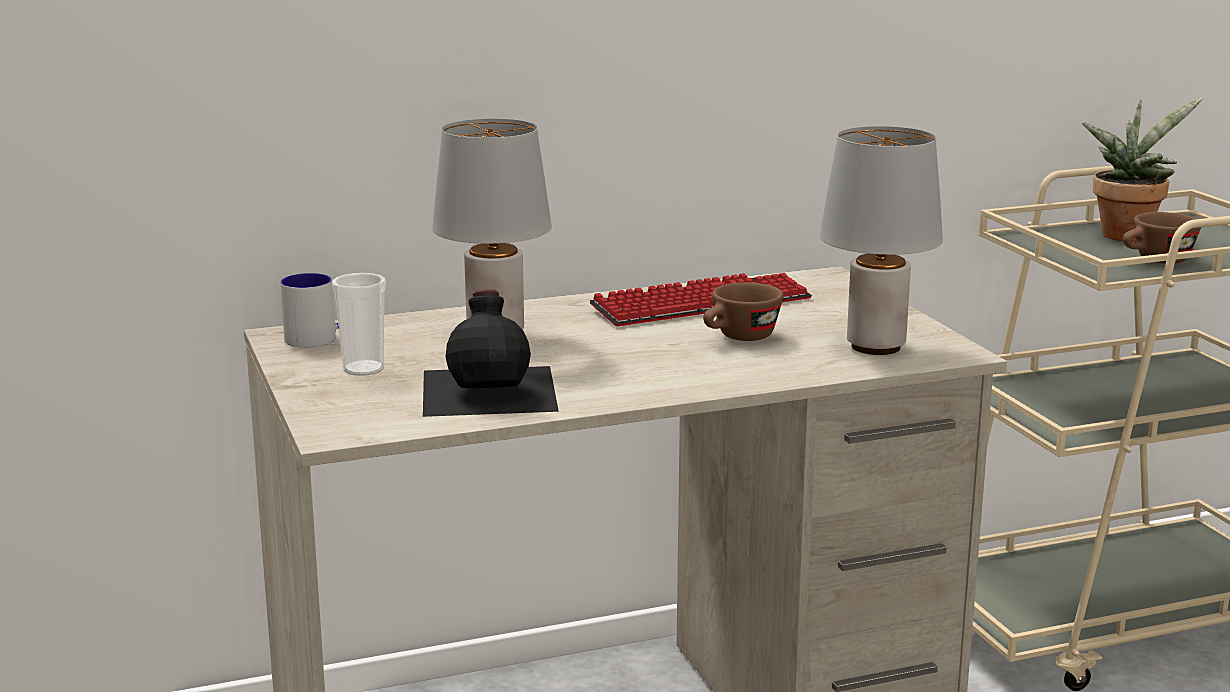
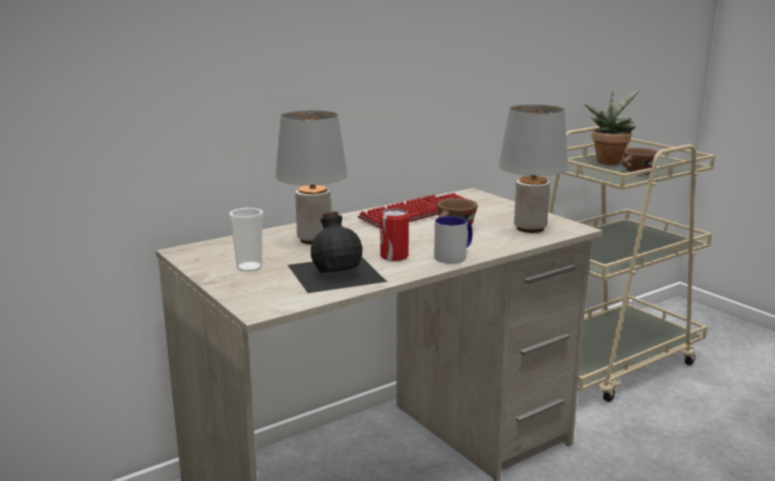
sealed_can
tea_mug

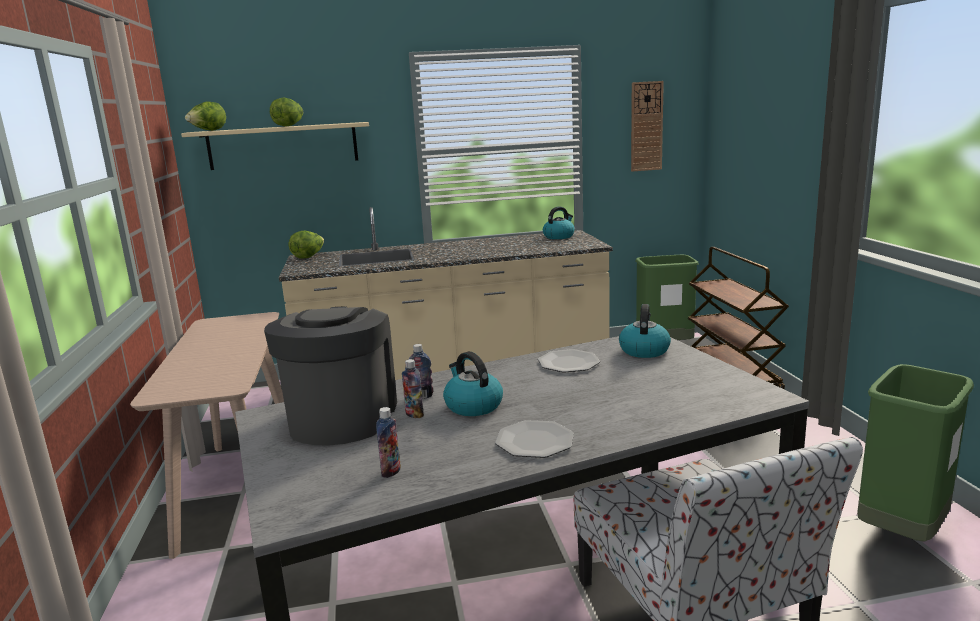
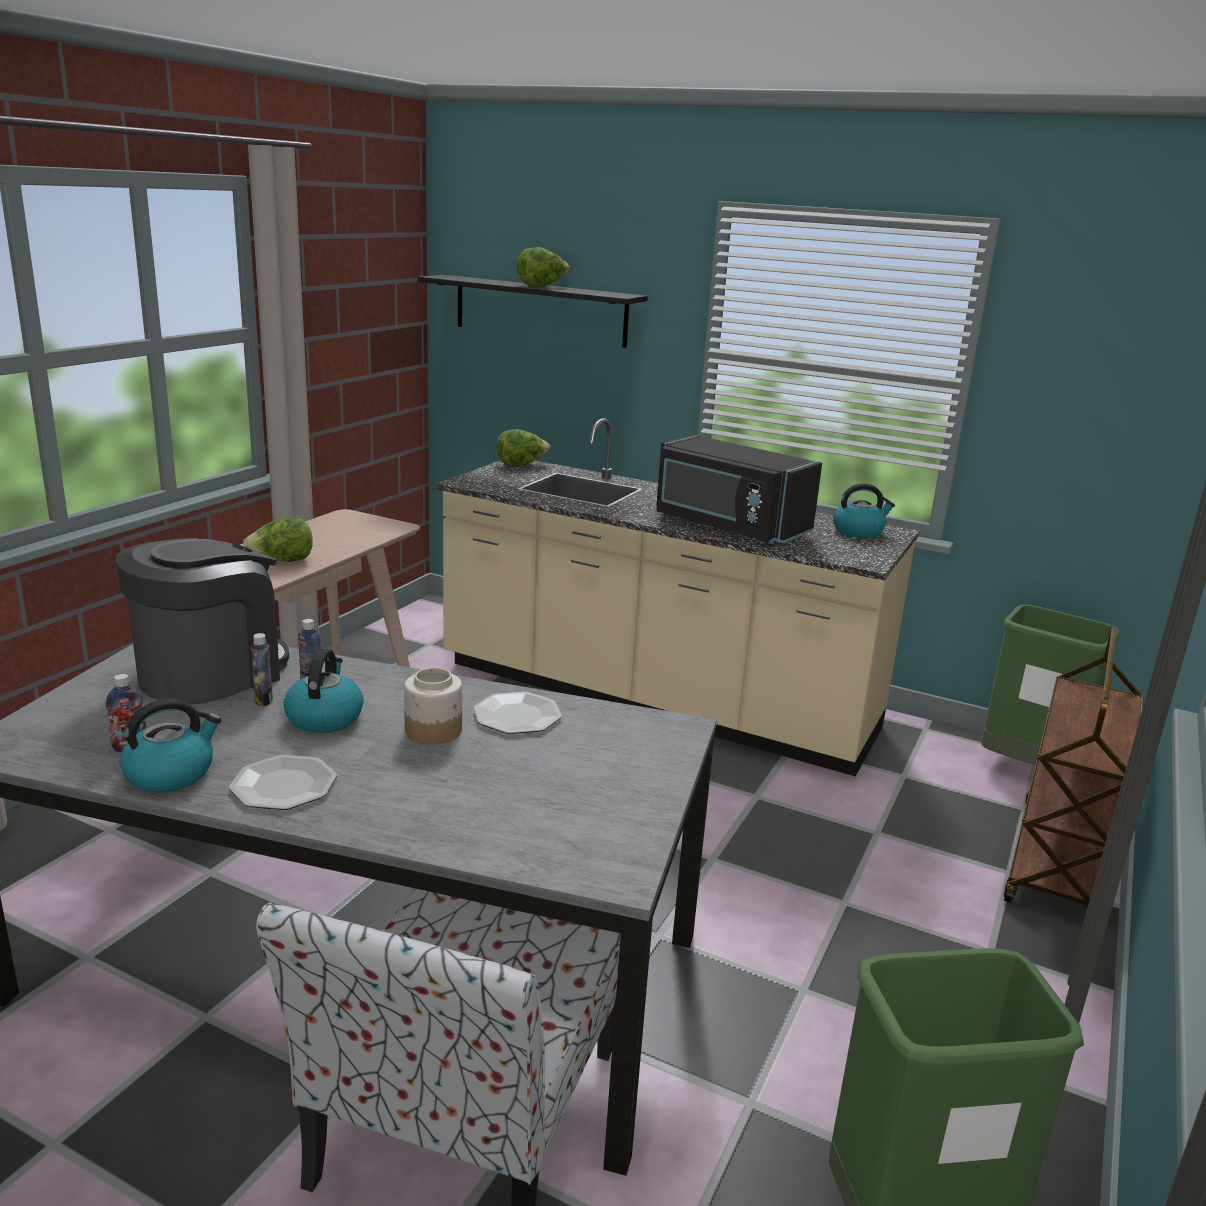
tea_kettle (no. 1 from left)
lettuce (no. 1 from left)
jar
blackish_wall_shelf
blackish_kitchen_microwave
hanging_clock

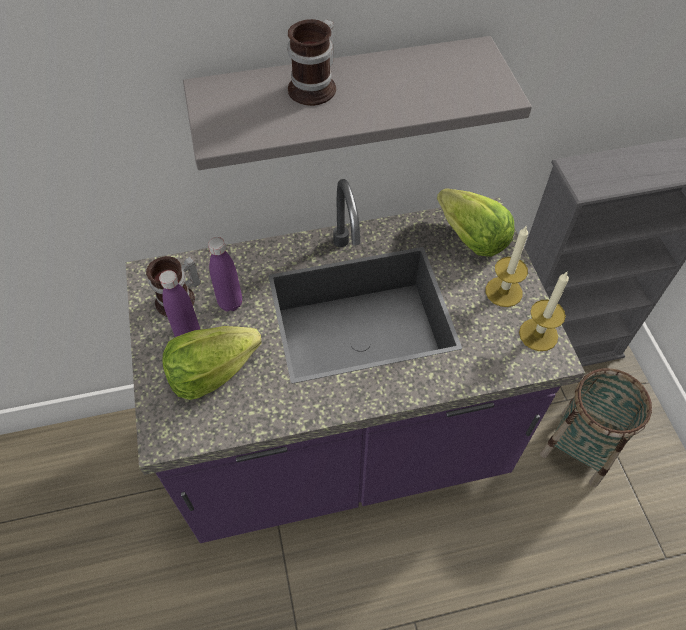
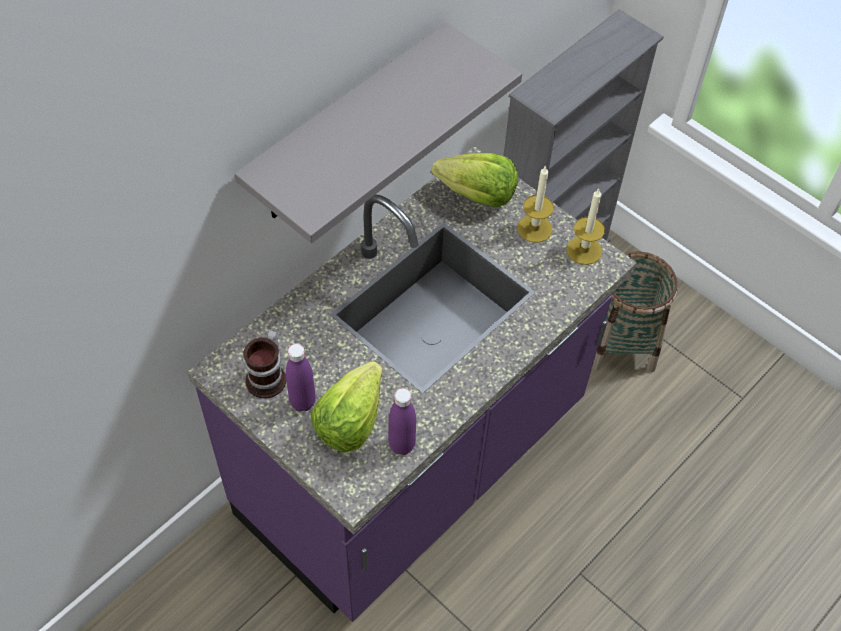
purple-coloured_bottle (no. 2 from left)
tea_mug (no. 2 from left in the first image)

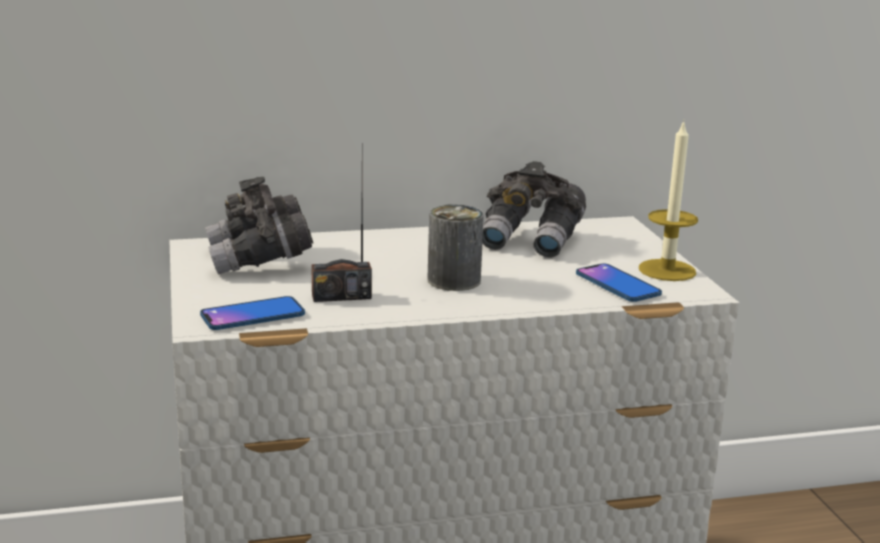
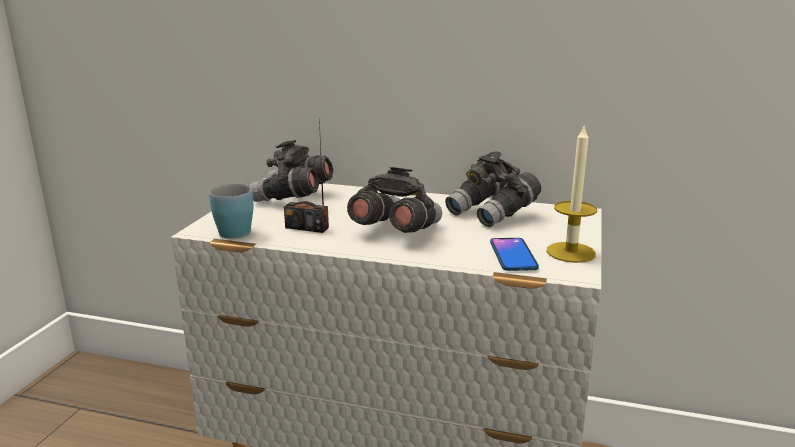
bluish_tea_mug
greyish_pair_of_binoculars (no. 2 from left)

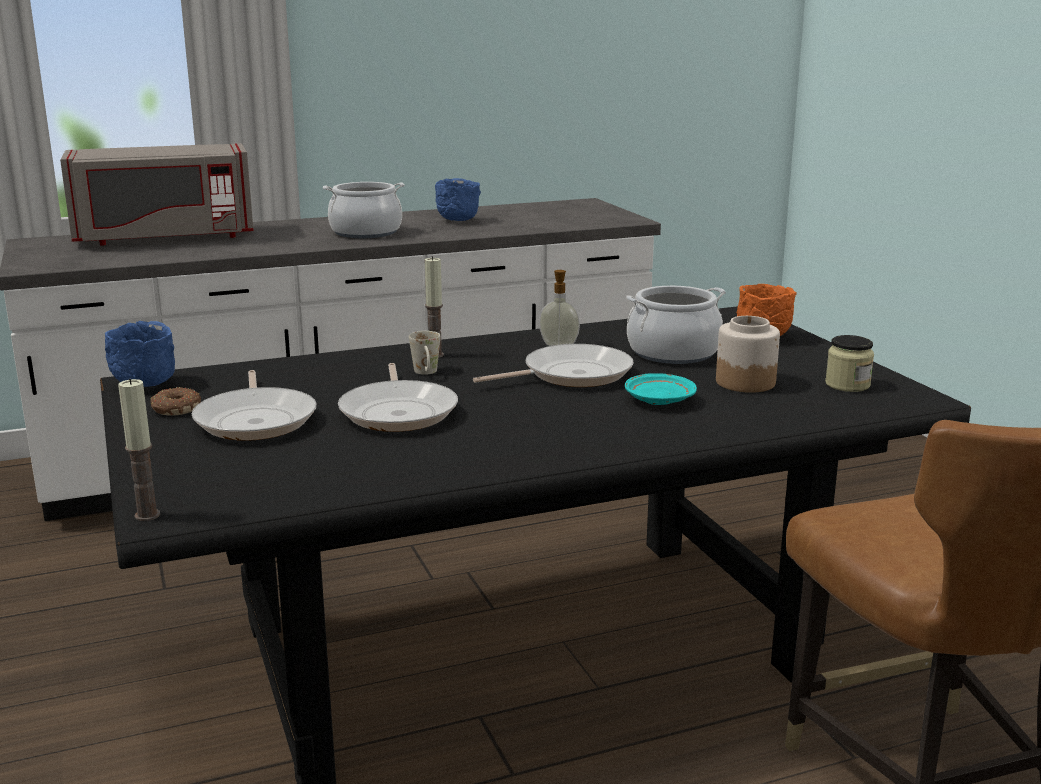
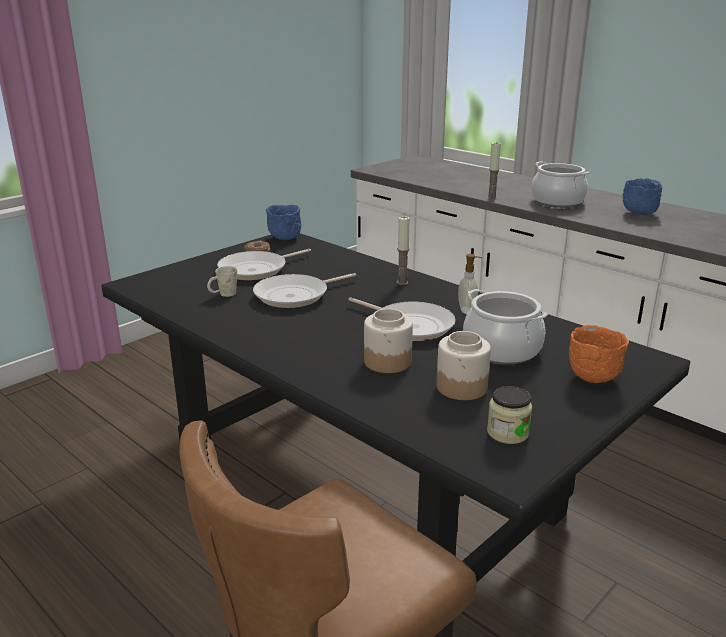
white_tea_mug
jar (no. 1 from left)
wax_light (no. 2 from left)
greyish_kitchen_microwave

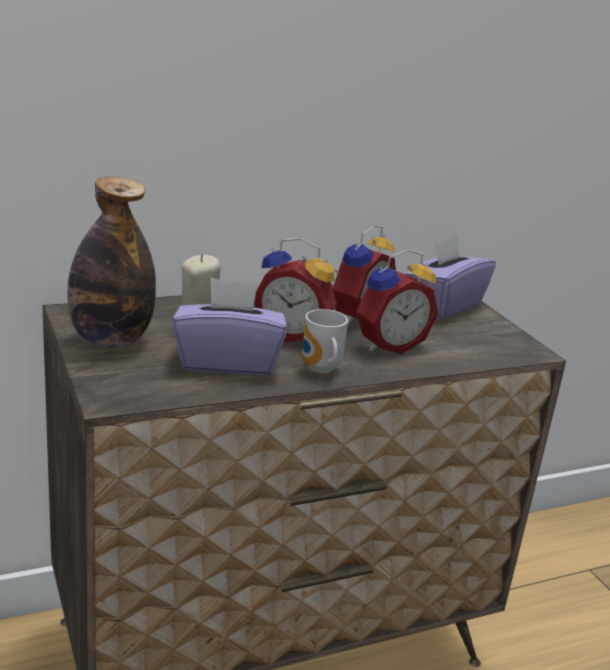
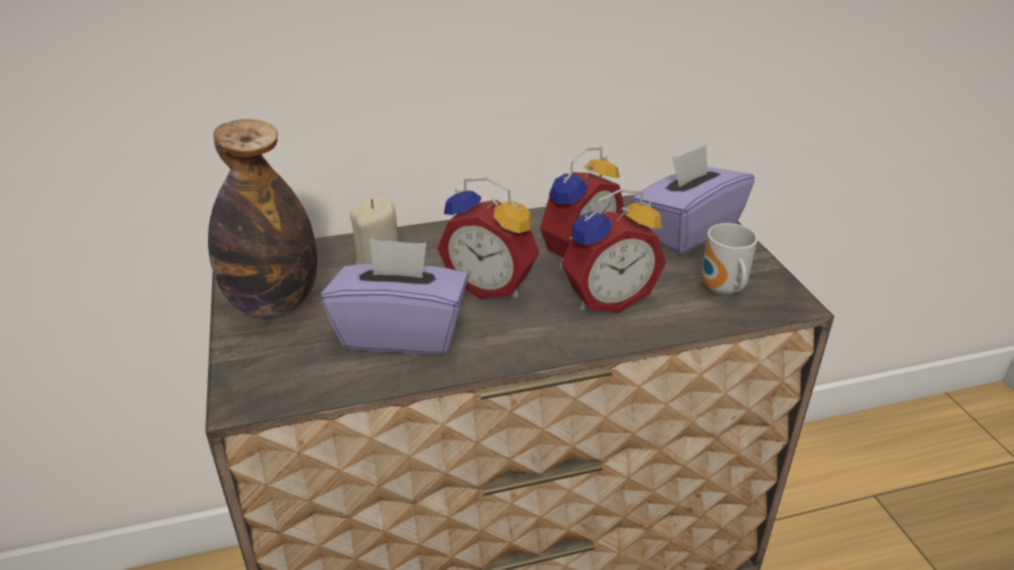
tea_mug

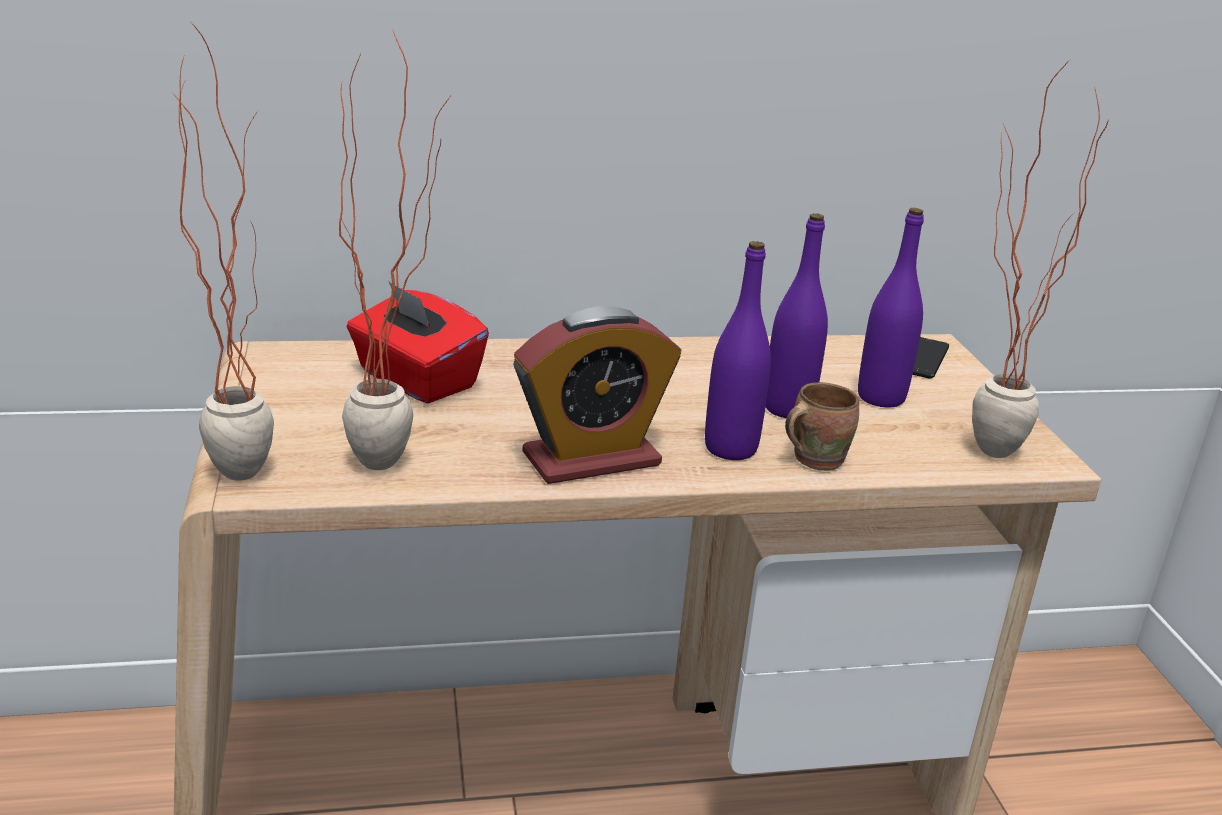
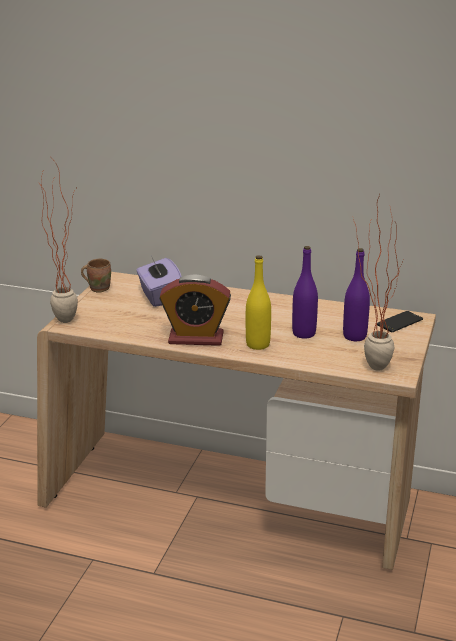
brownish_tea_mug
purple-coloured_box_of_tissues
yellow_bottle
houseplant (no. 2 from left in the first image)

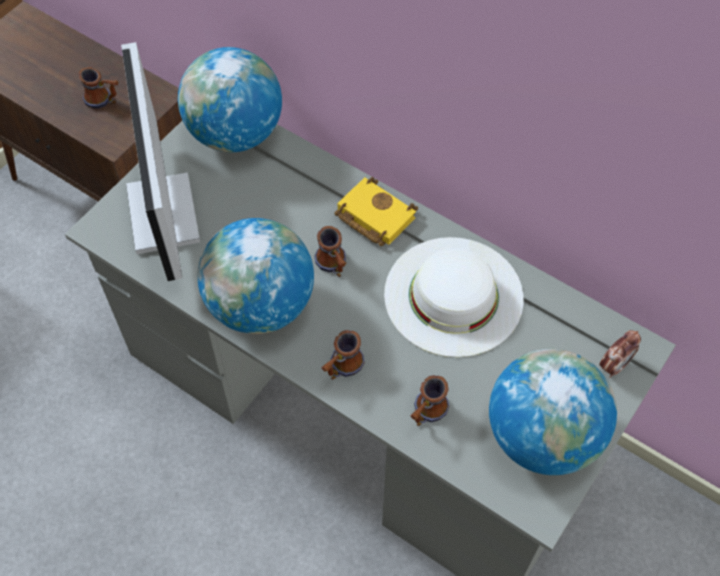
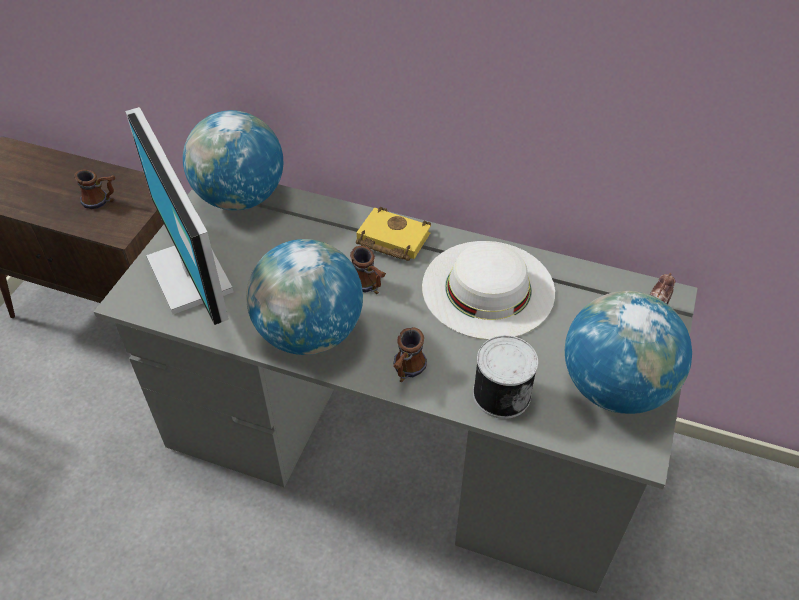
sealed_can

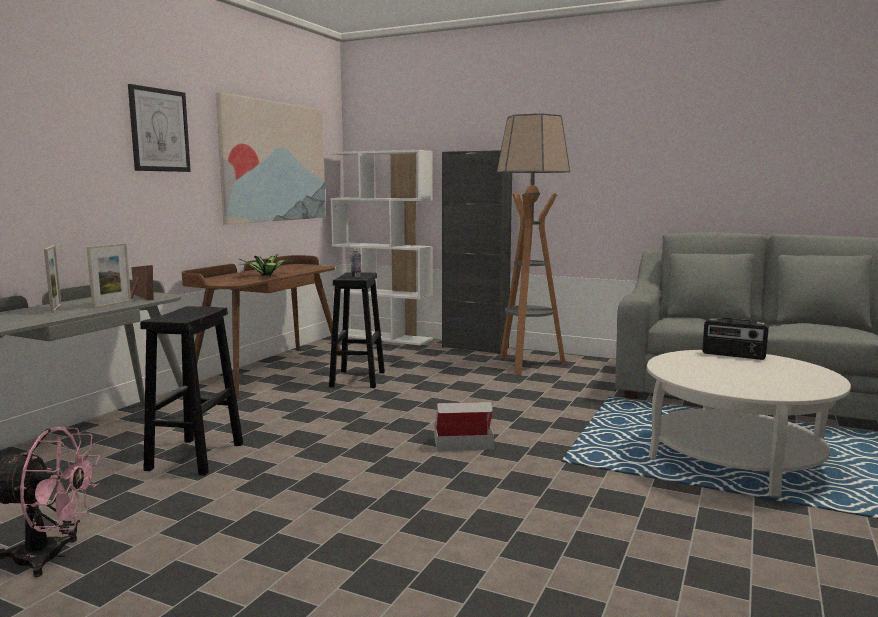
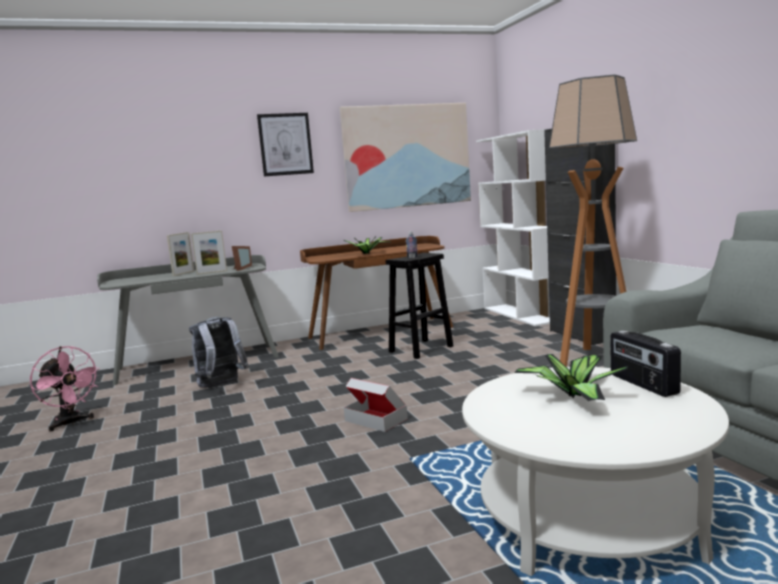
greyish_knapsack
houseplant (no. 2 from left)

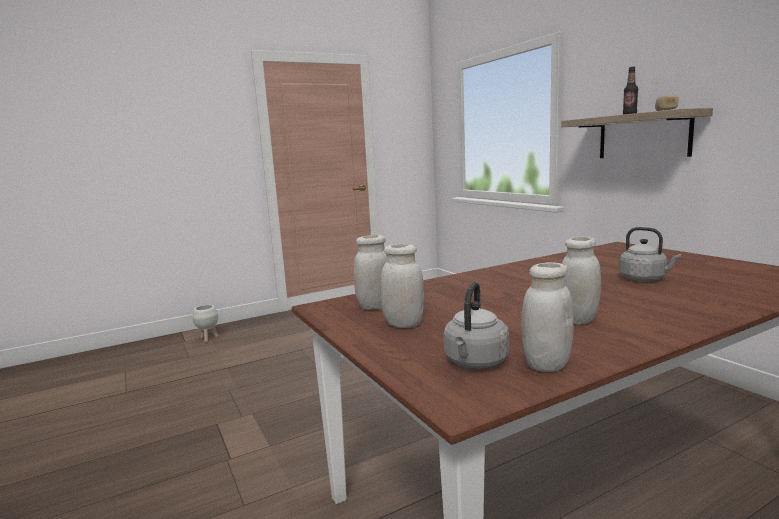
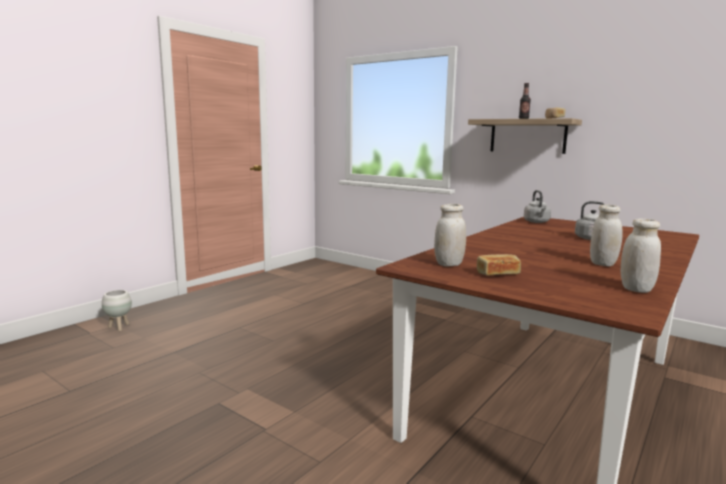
bakery_bread (no. 1 from left)
greyish_tea_kettle (no. 1 from left)

